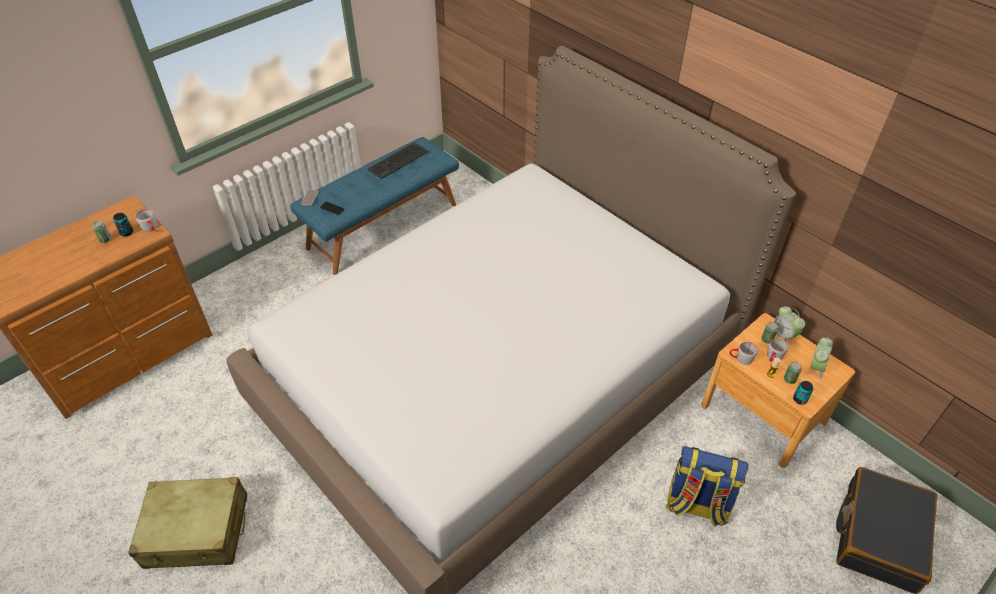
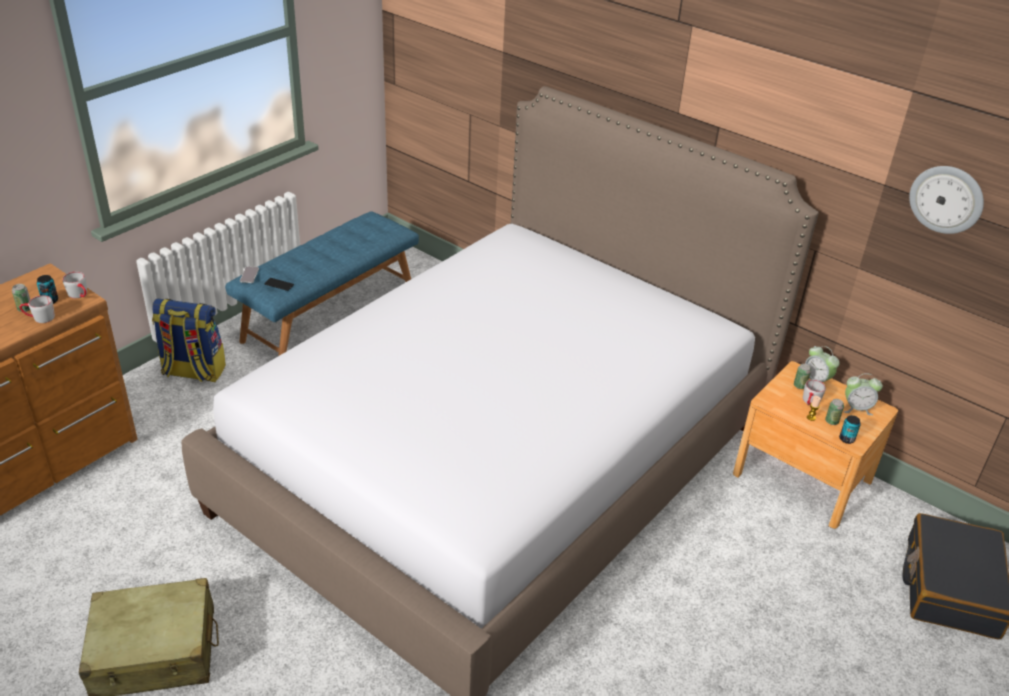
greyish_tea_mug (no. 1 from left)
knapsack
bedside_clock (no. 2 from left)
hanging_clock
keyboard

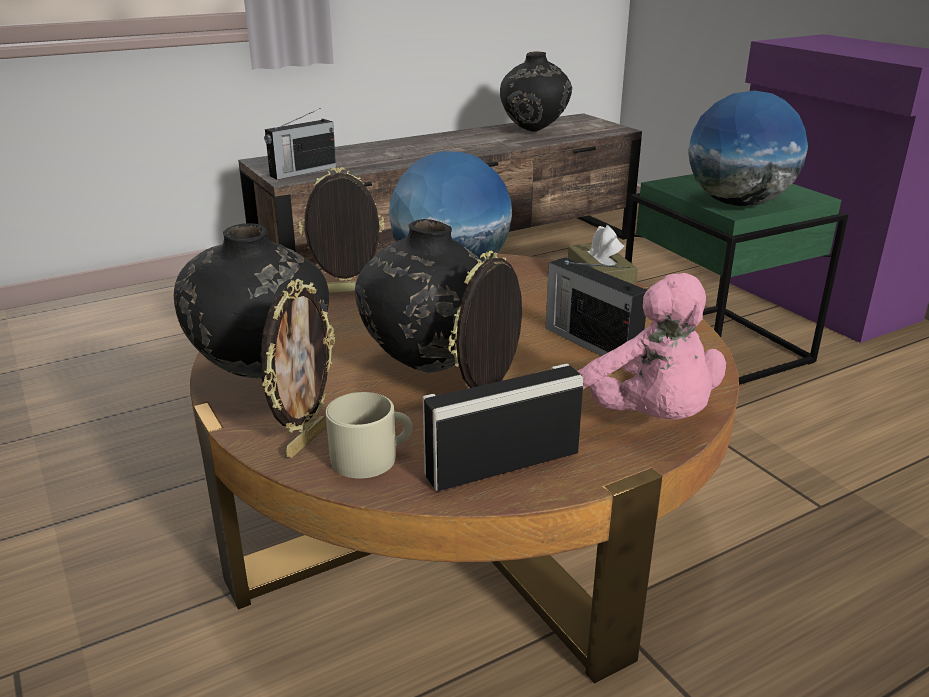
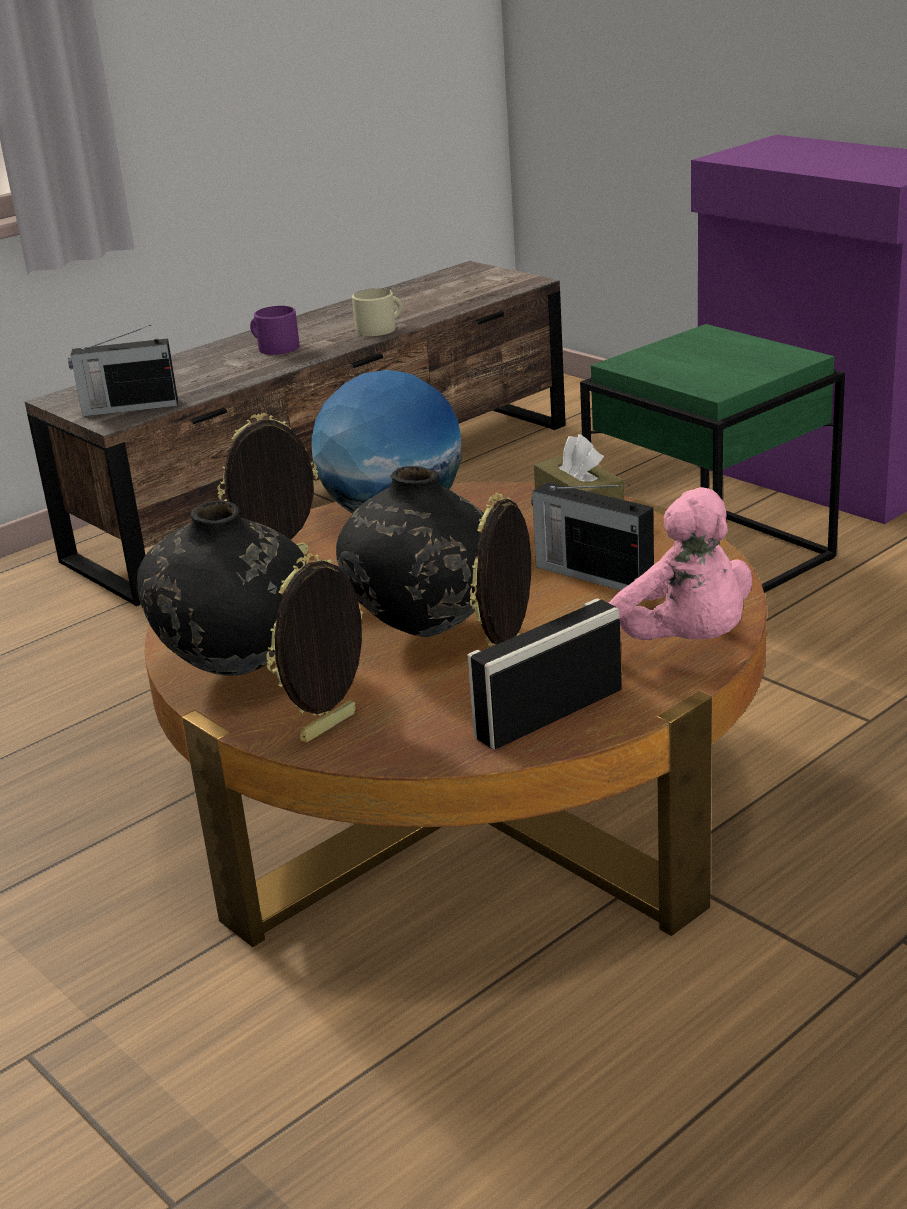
radio (no. 1 from left)
purple-coloured_tea_mug
picture_frame (no. 2 from left)
beige-coloured_tea_mug
blackish_decorative_vase (no. 3 from left in the first image)
globe (no. 2 from left in the first image)

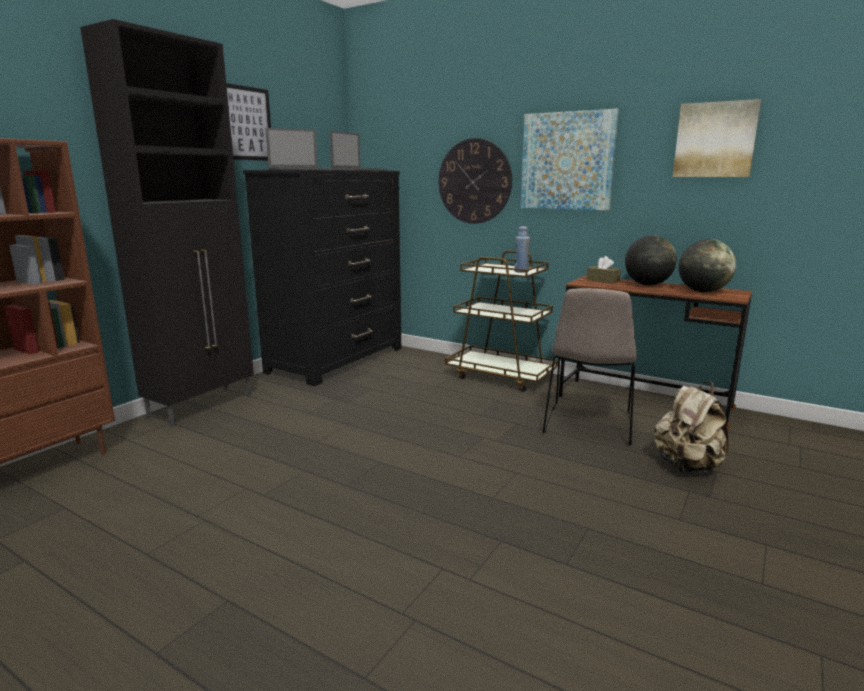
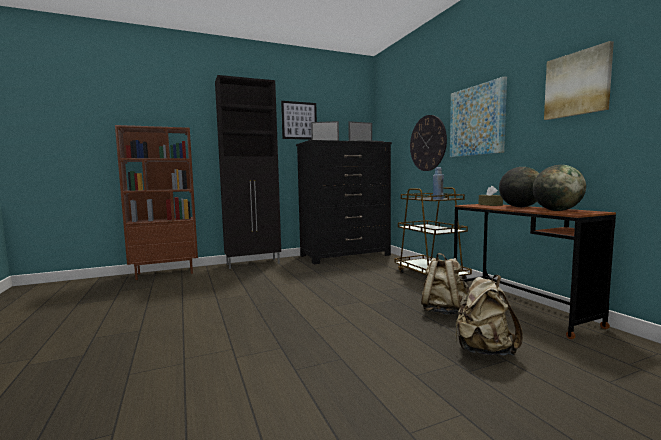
beige-coloured_knapsack (no. 1 from left)

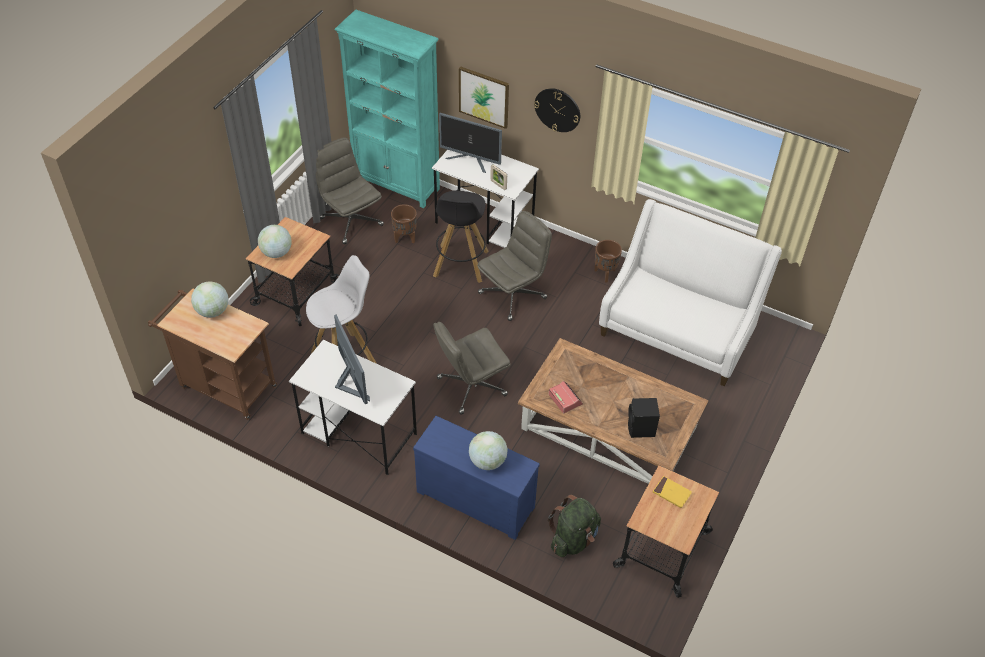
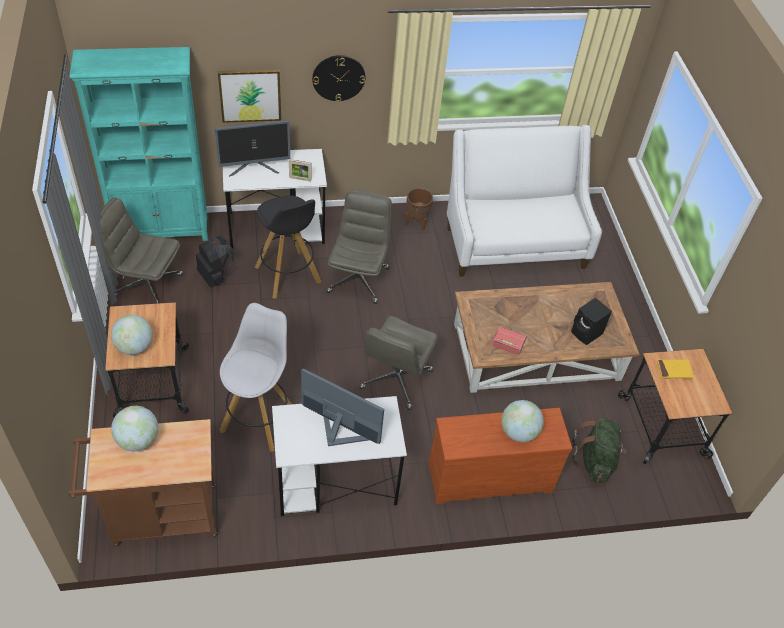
blackish_knapsack
brownish_dresser

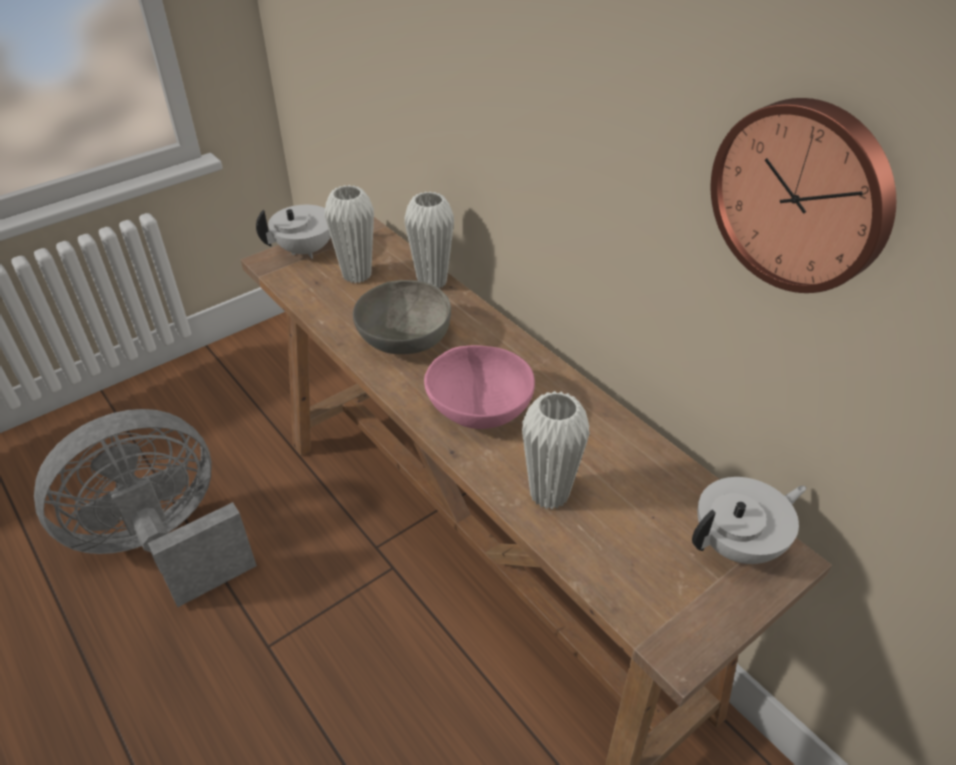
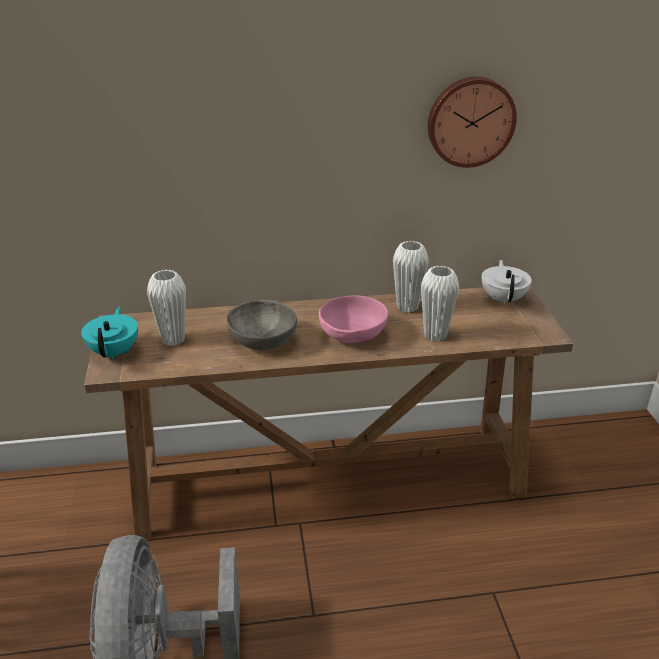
turquoise-coloured_teapot
white_decorative_vase (no. 2 from left)

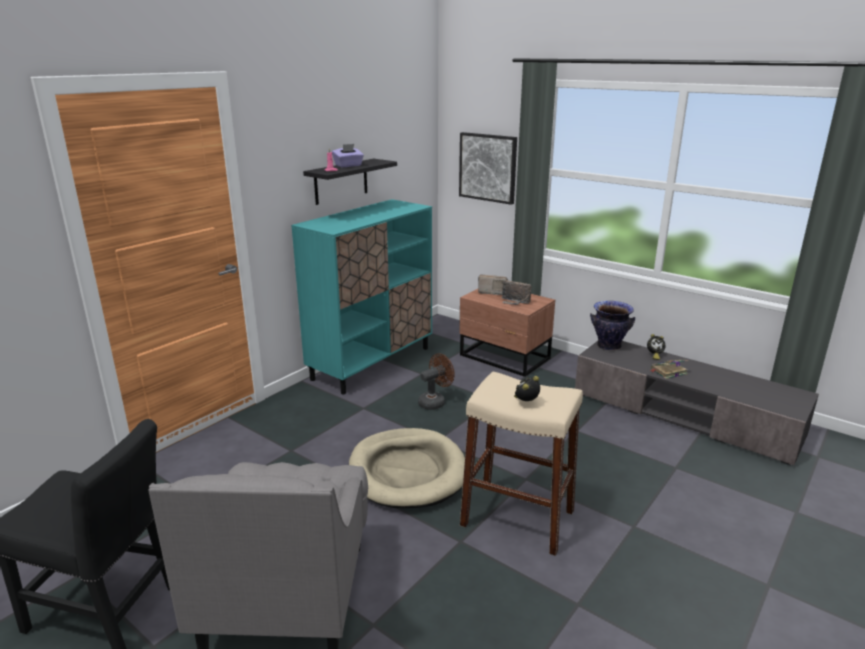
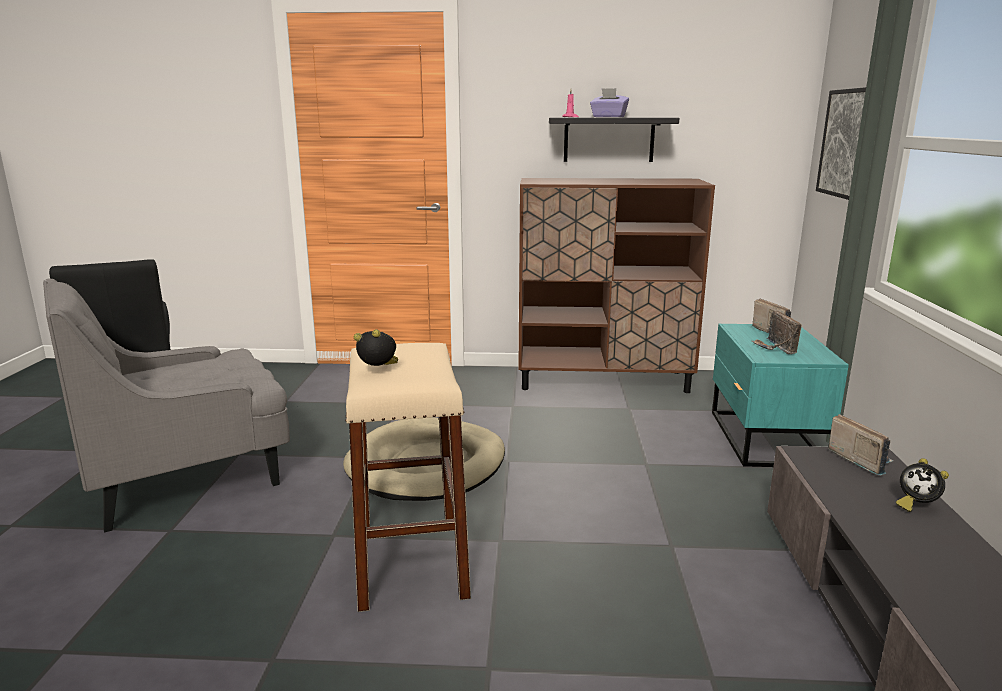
brownish_cabinet
turquoise-coloured_night_table
radio (no. 3 from left)
brownish_cooling_fan
book

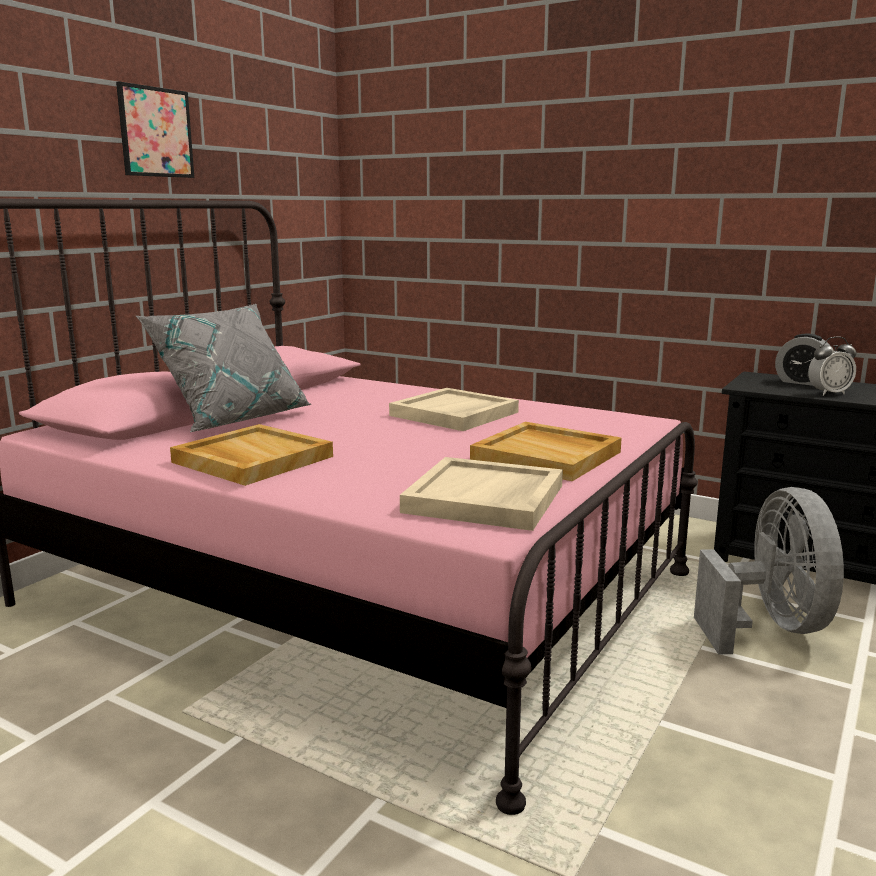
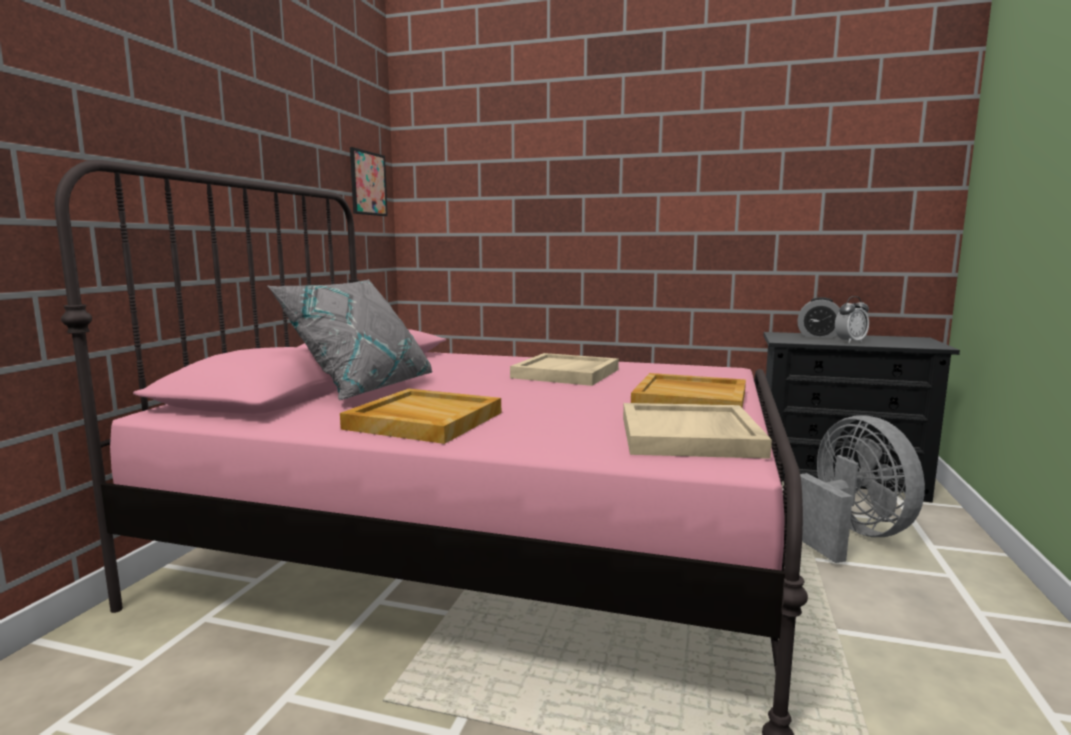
wall_picture

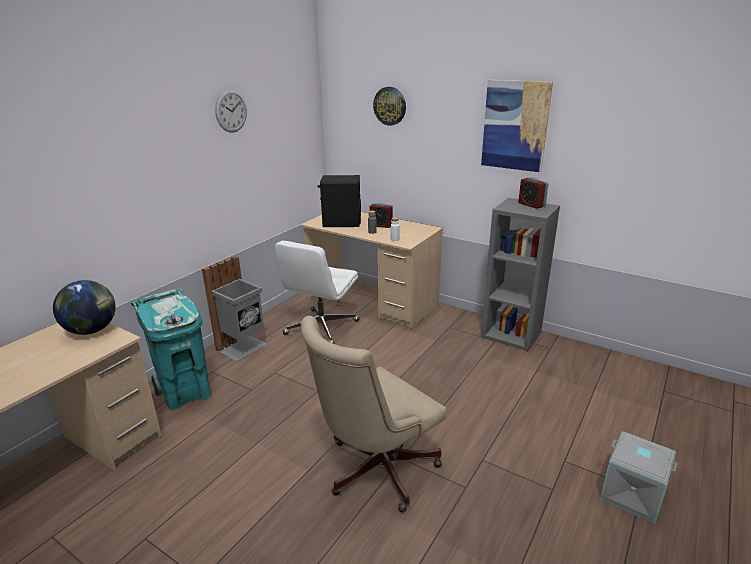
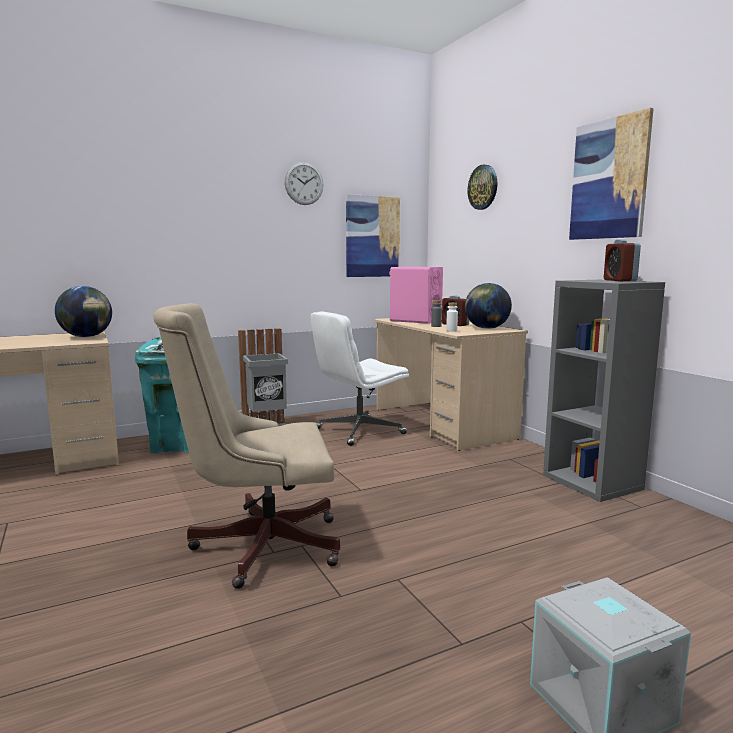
wall_picture (no. 1 from left)
pink-coloured_speaker
globe (no. 2 from left)

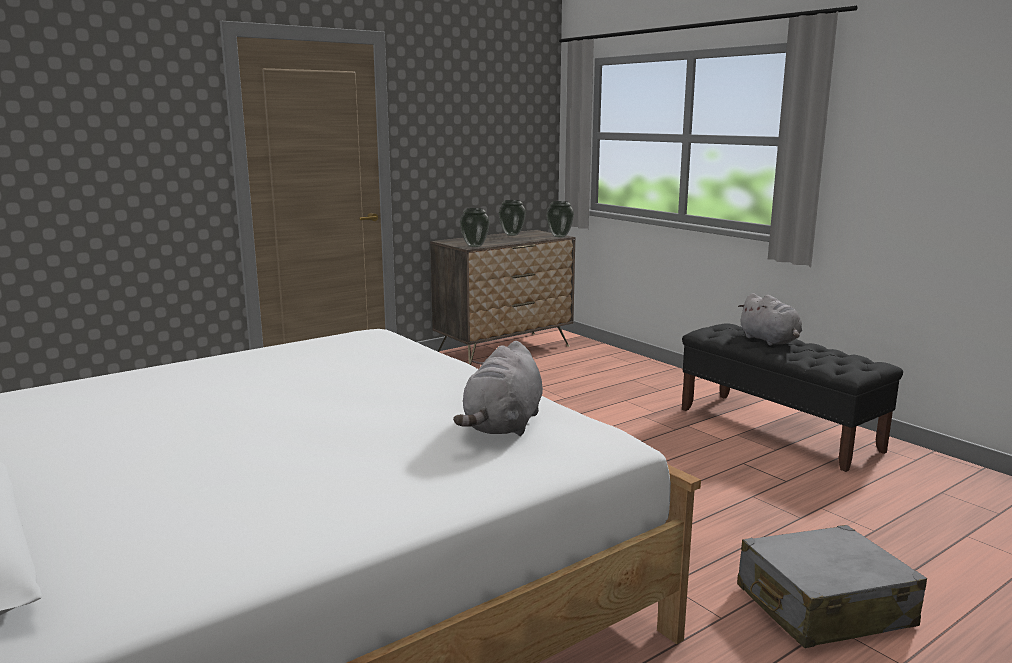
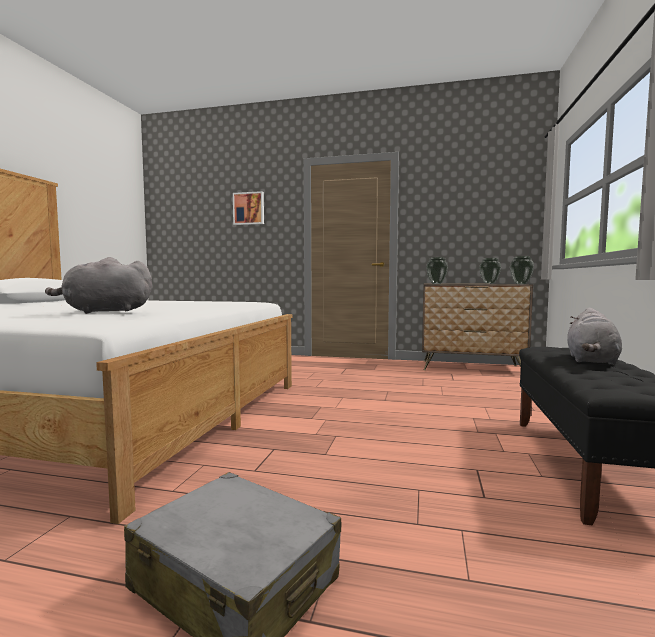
wall_picture

